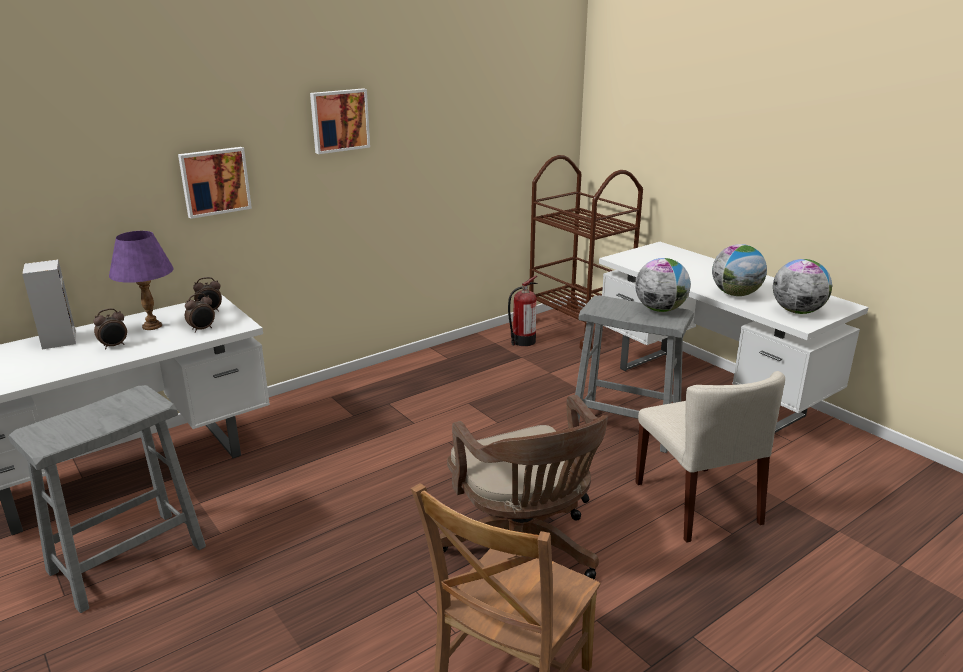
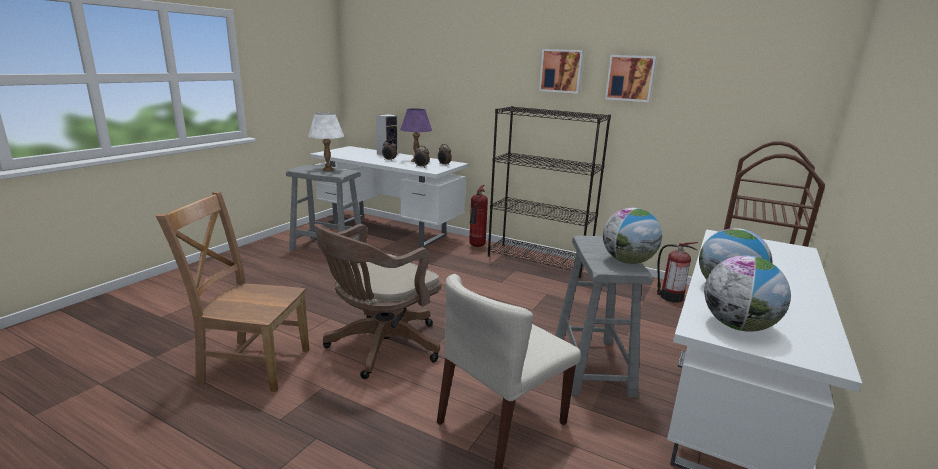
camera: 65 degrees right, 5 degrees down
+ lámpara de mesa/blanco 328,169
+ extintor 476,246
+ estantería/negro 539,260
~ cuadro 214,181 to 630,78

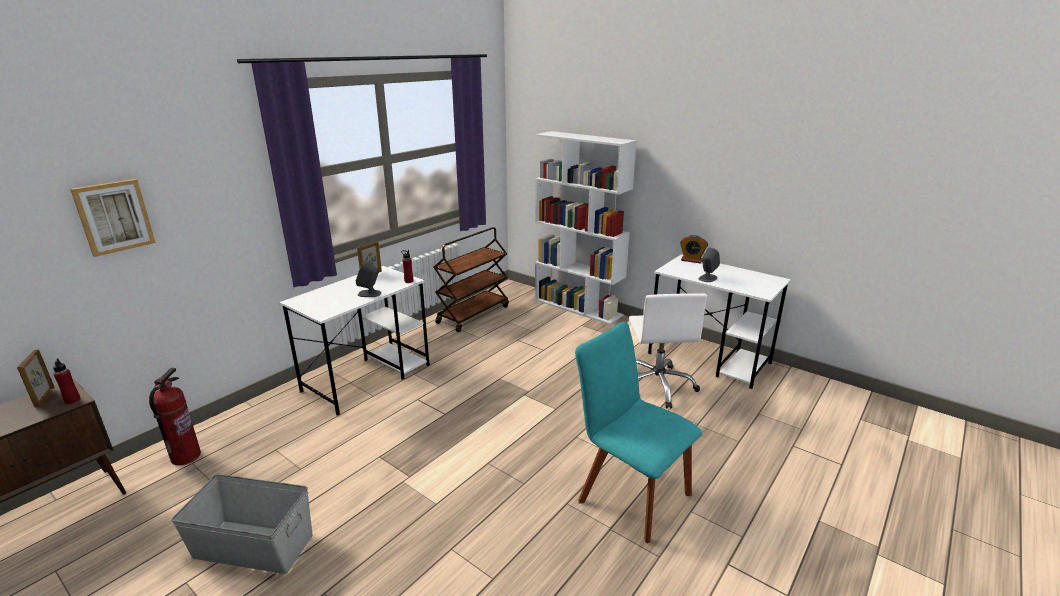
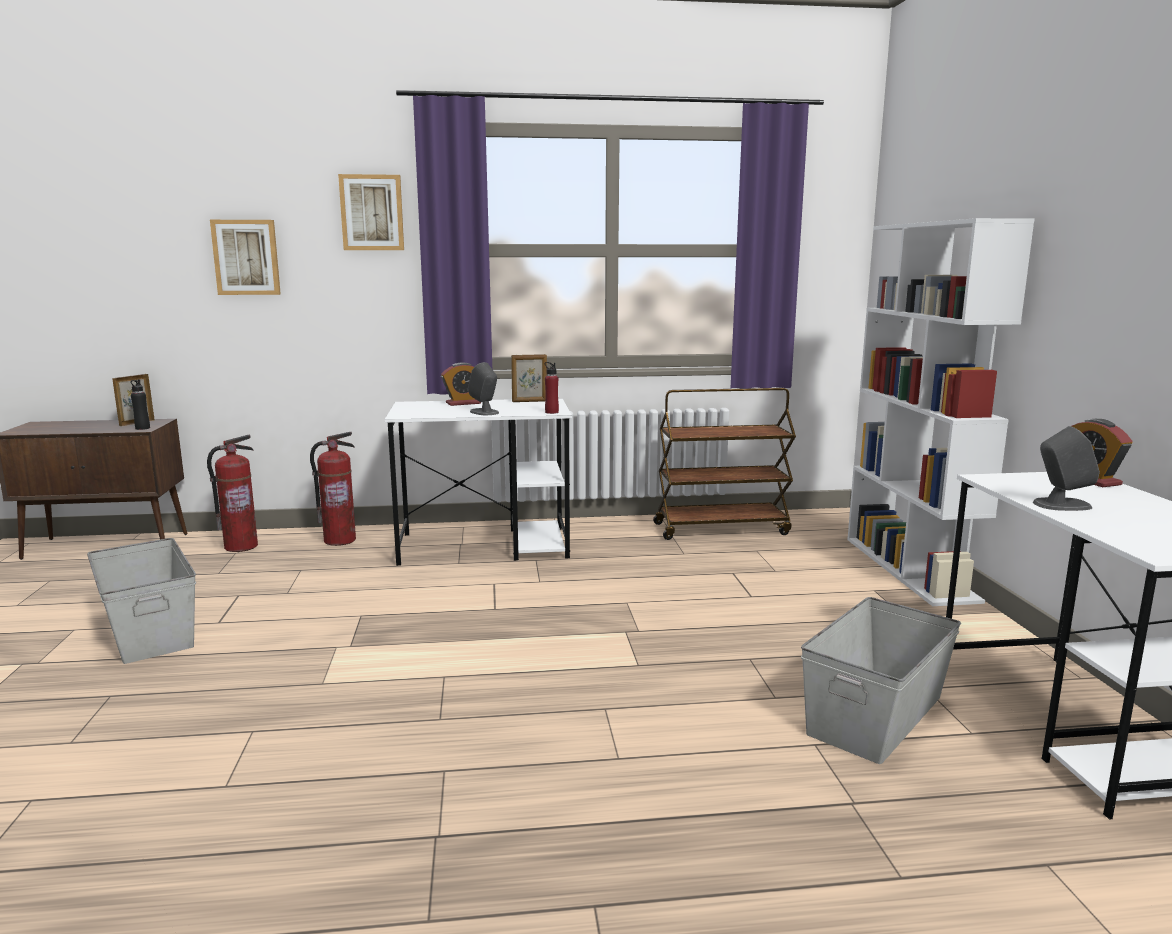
camera: 45 degrees right, 10 degrees down
~ botella/rojo 72,400 to botella/negro 142,428
+ extintor 340,540
+ cuadro 372,213
+ despertador 463,403
~ silla de oficina/blanco 657,385 to caja de almacenaje/gris 874,714
- silla/turquesa 630,494

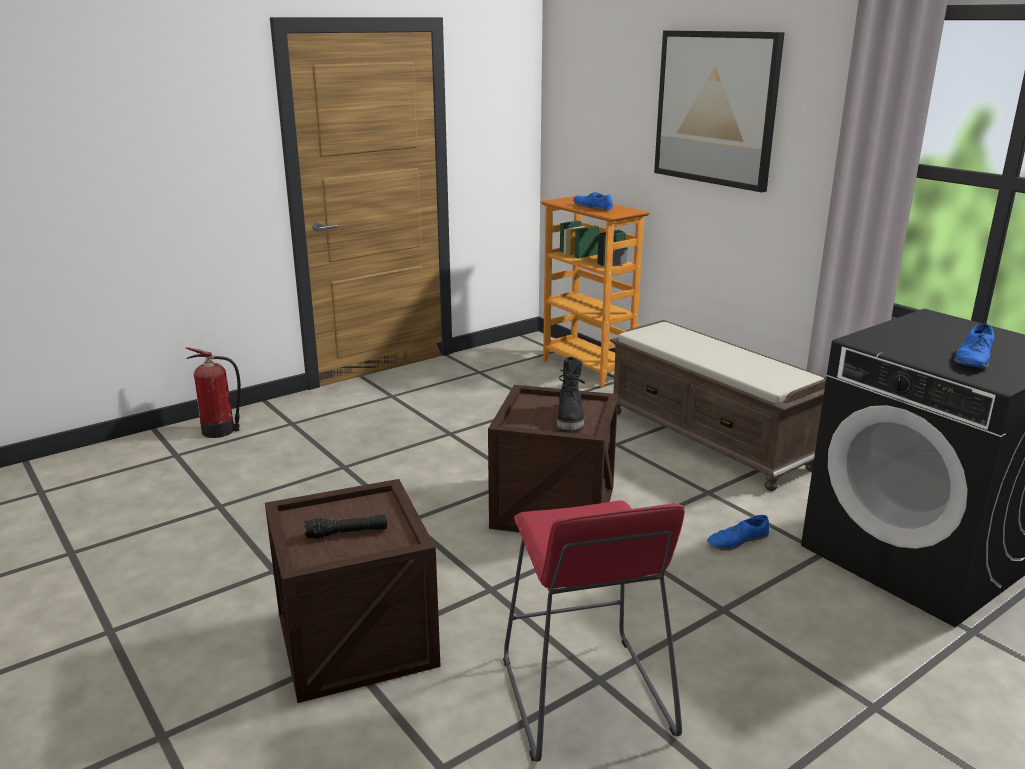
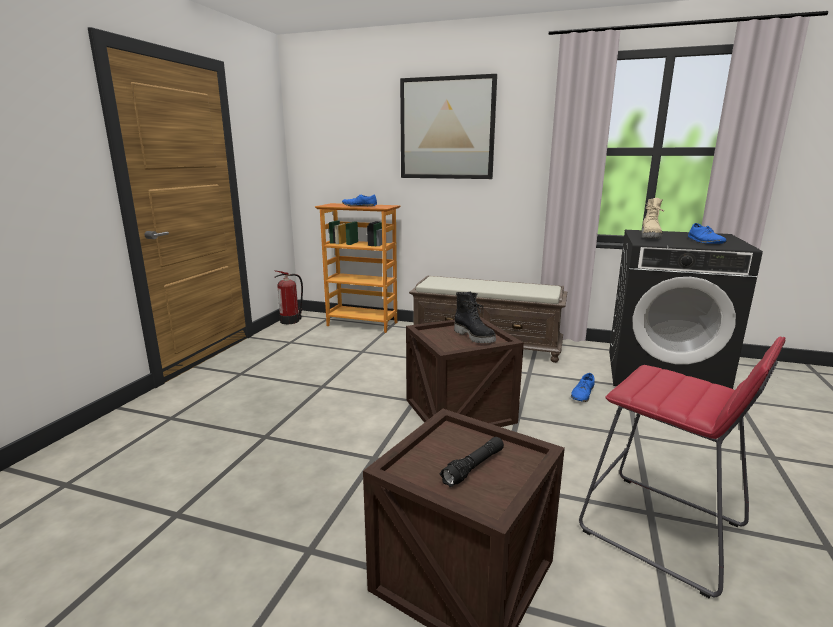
camera: 35 degrees left, 5 degrees down
~ extintor 220,431 to 291,321
+ bota/beis 651,237

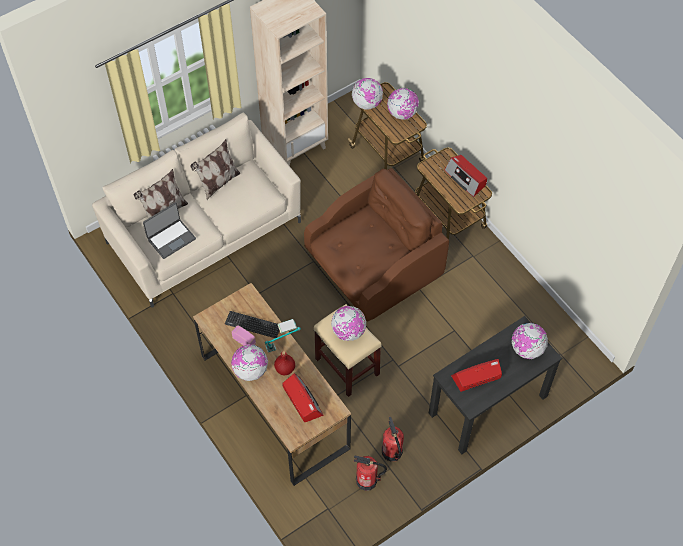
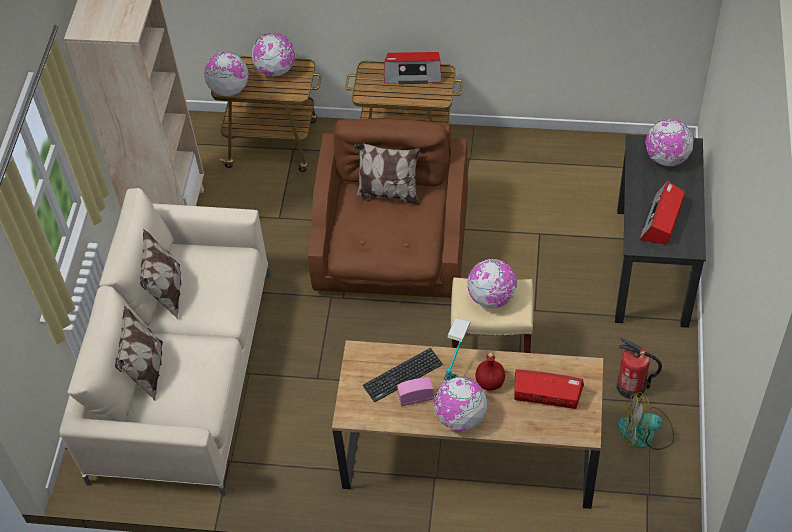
camera: 45 degrees left, 5 degrees down
+ cojín 388,193
~ extintor 367,480 to ventilador 645,433
- portátil 171,238

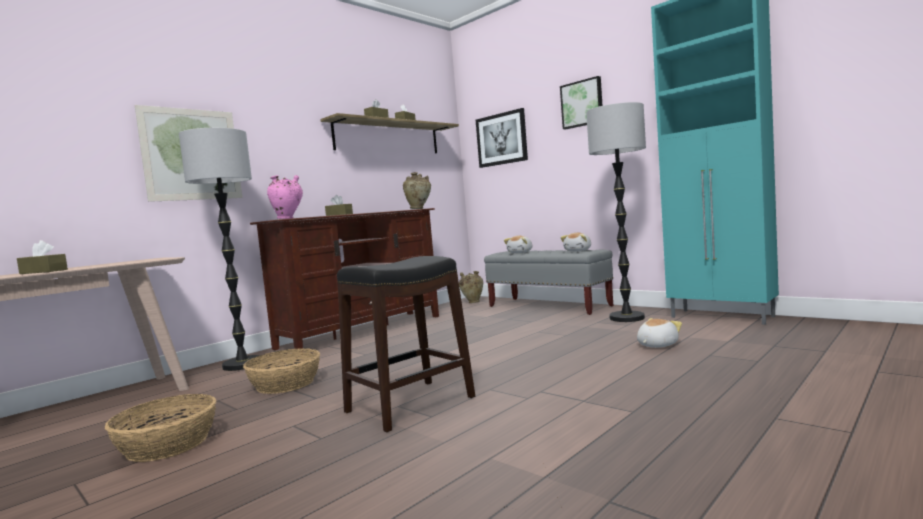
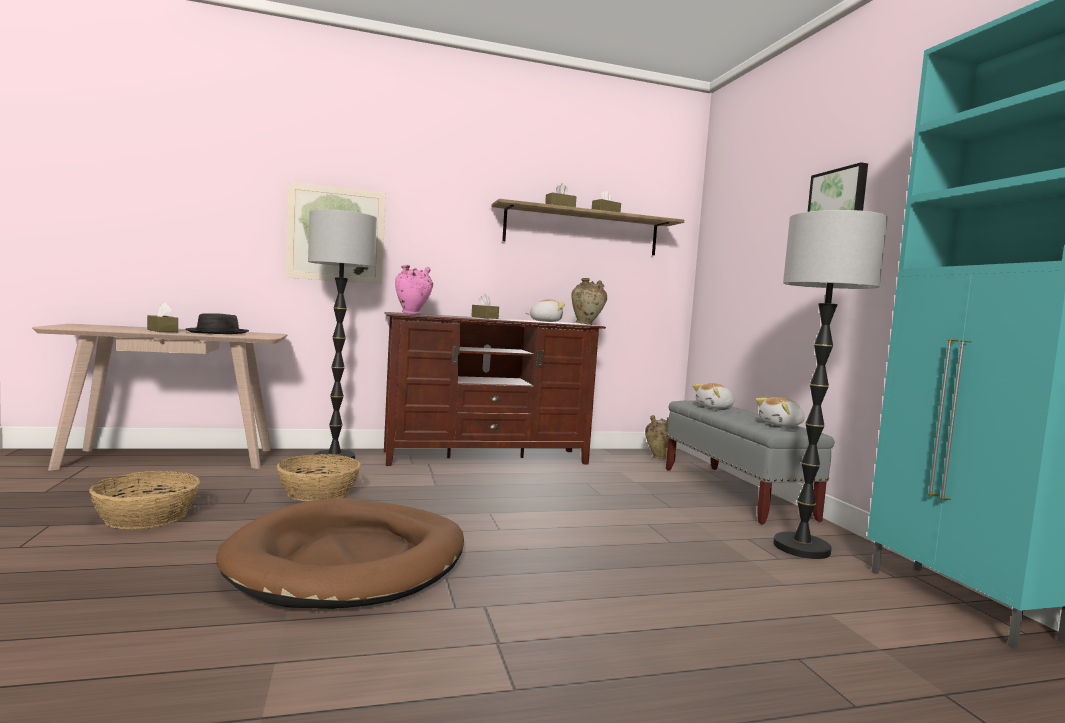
camera: 30 degrees right, 0 degrees up
+ sombrero/negro 217,332
~ taburete/negro 409,404 to cama para perro/marrón 350,560
~ peluche 656,345 to 545,321
- cuadro 501,139

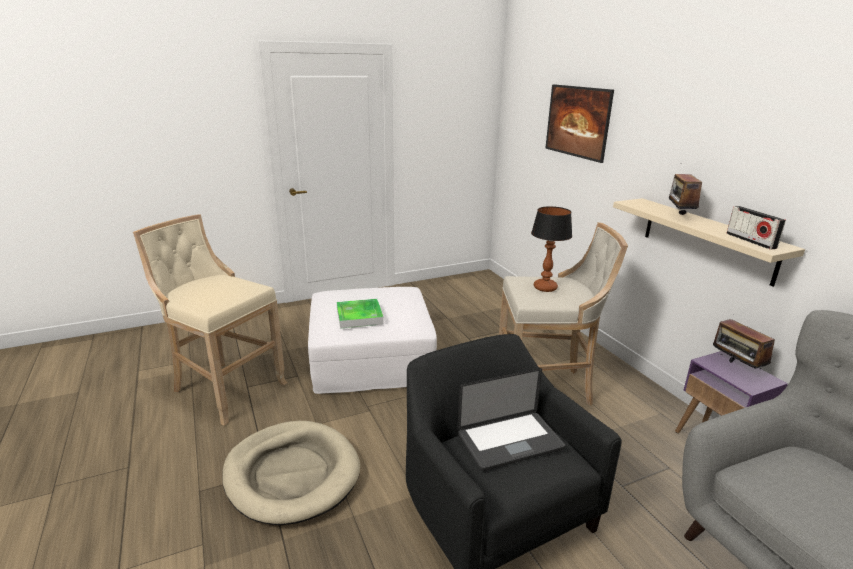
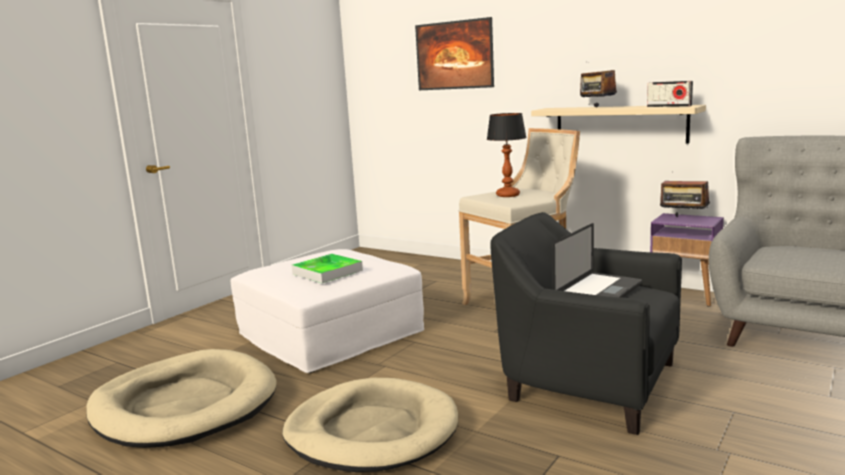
camera: 30 degrees left, 10 degrees down
~ taburete/beis 225,388 to cama para perro/beis 184,405

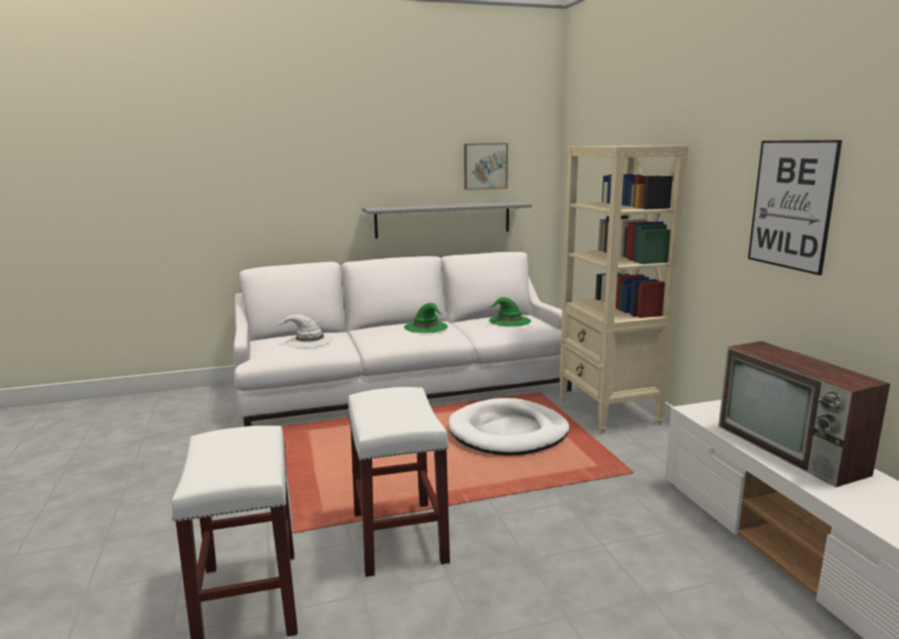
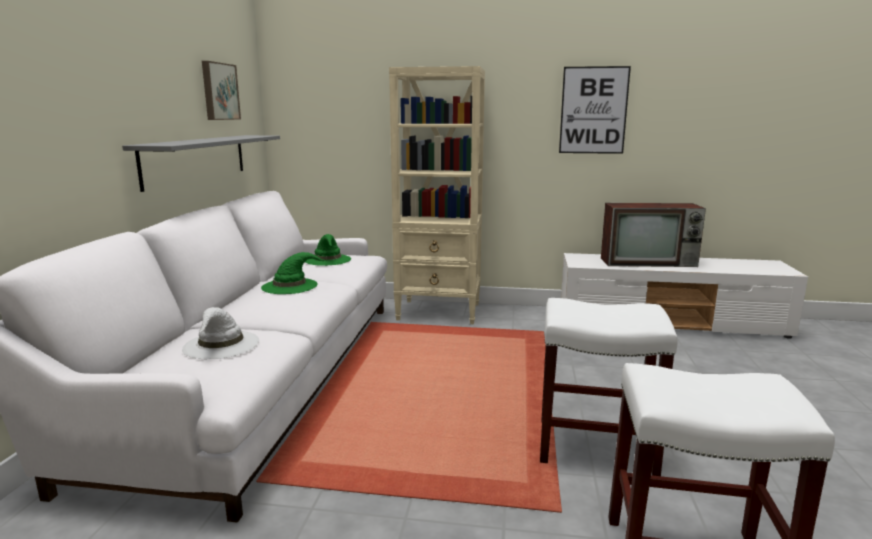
camera: 65 degrees left, 0 degrees up
- cama para perro/blanco 508,432

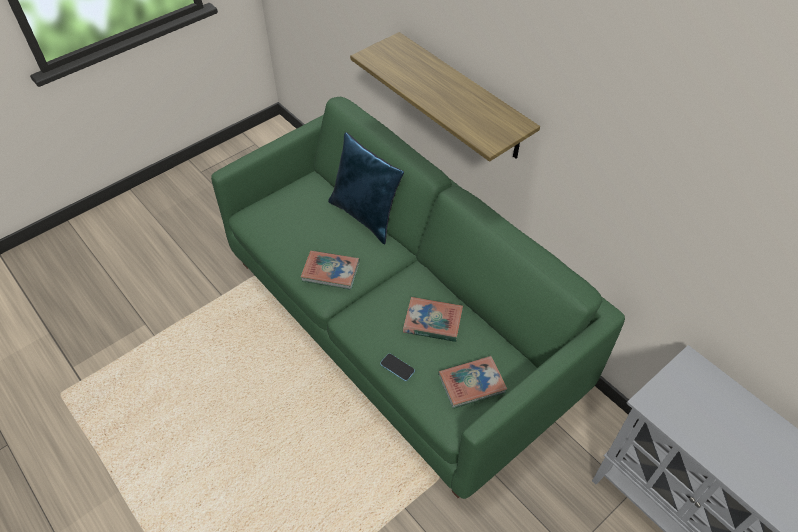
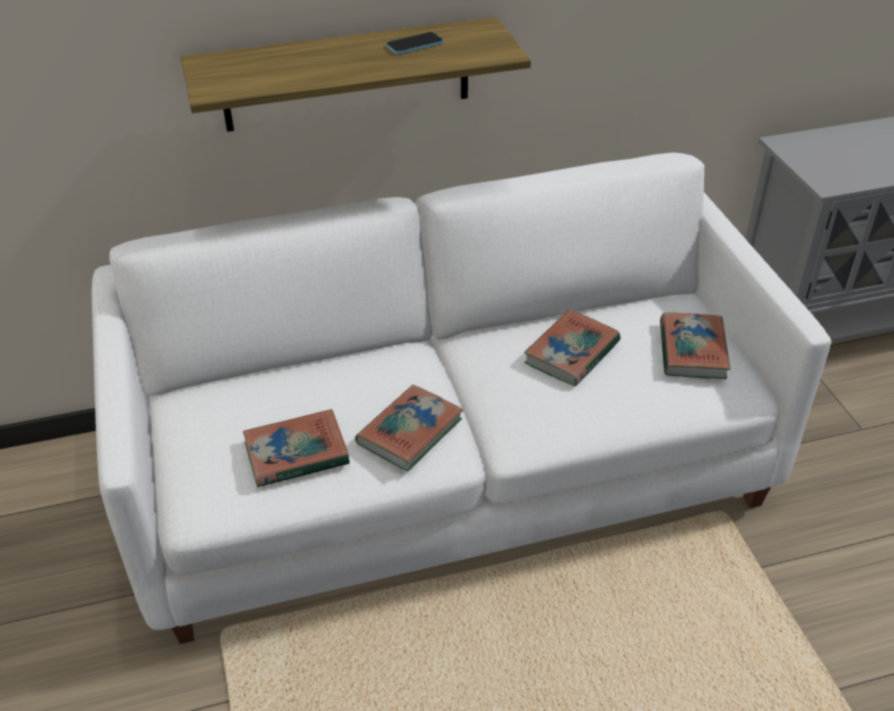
camera: 65 degrees left, 10 degrees down
~ sofá/verde 400,323 to sofá/blanco 449,468
+ libro 296,453
~ móvil 397,367 to 414,45
- cojín/azul 366,215

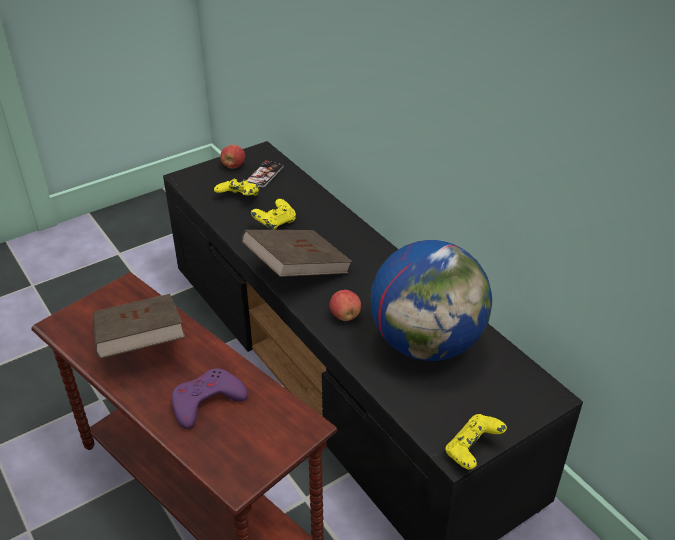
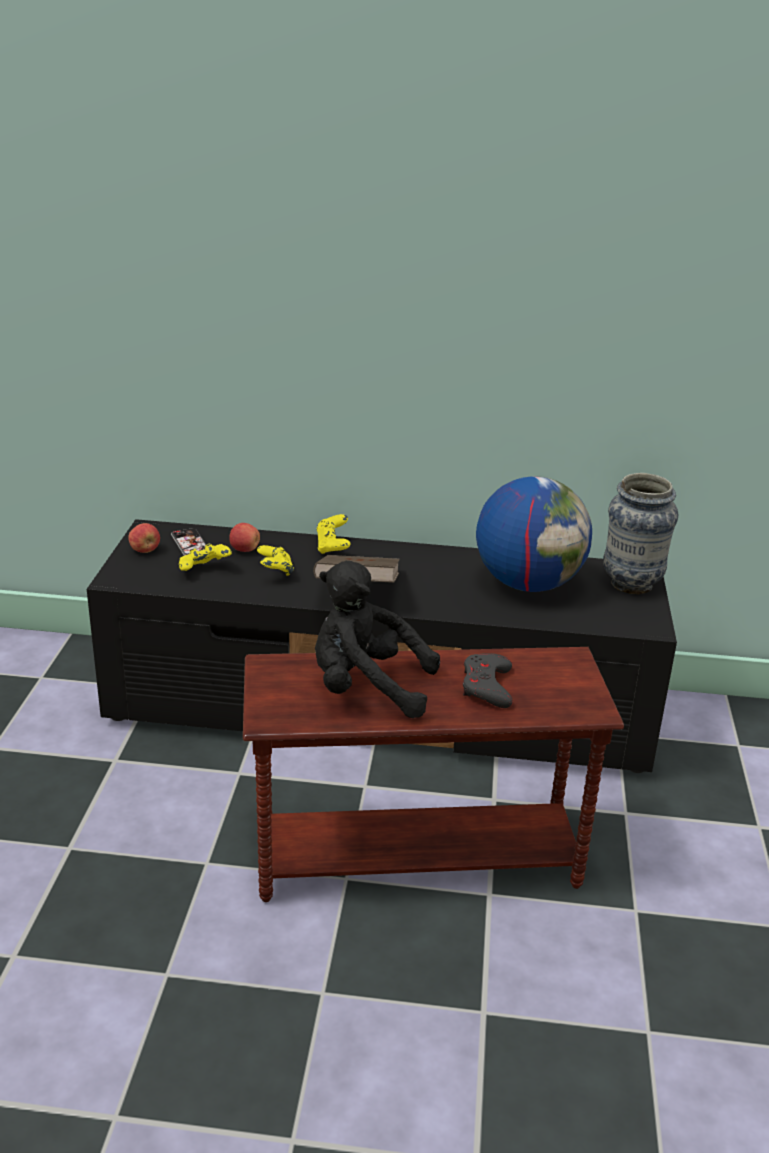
camera: 50 degrees left, 10 degrees down
~ manzana 345,316 to 244,550
~ libro/marrón 140,344 to peluche/negro 366,688
~ mando de consola/amarillo 472,451 to 333,547
~ mando de consola/morado 206,401 to mando de consola/gris 487,686
+ florero 631,584

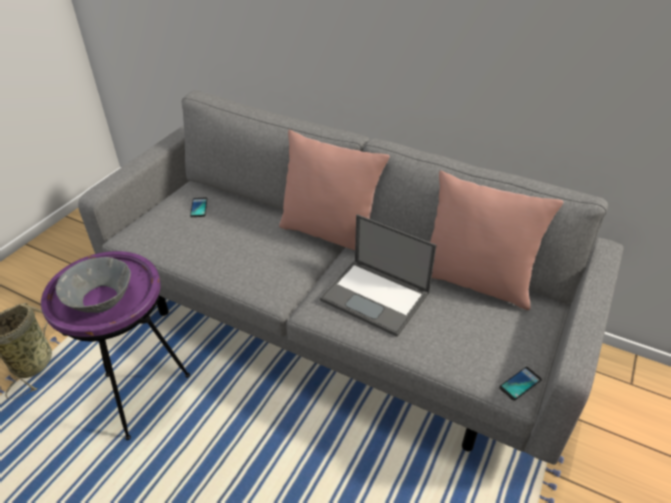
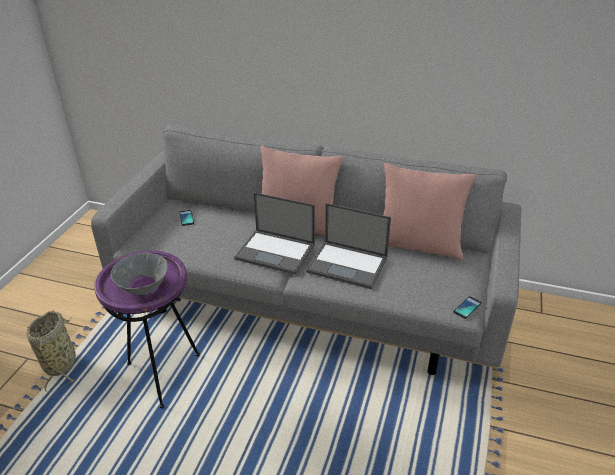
camera: 10 degrees left, 5 degrees down
+ portátil 276,252

